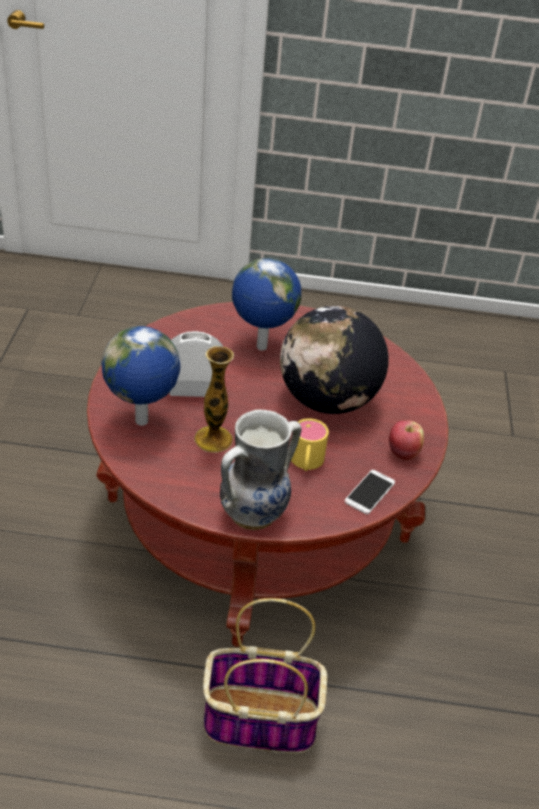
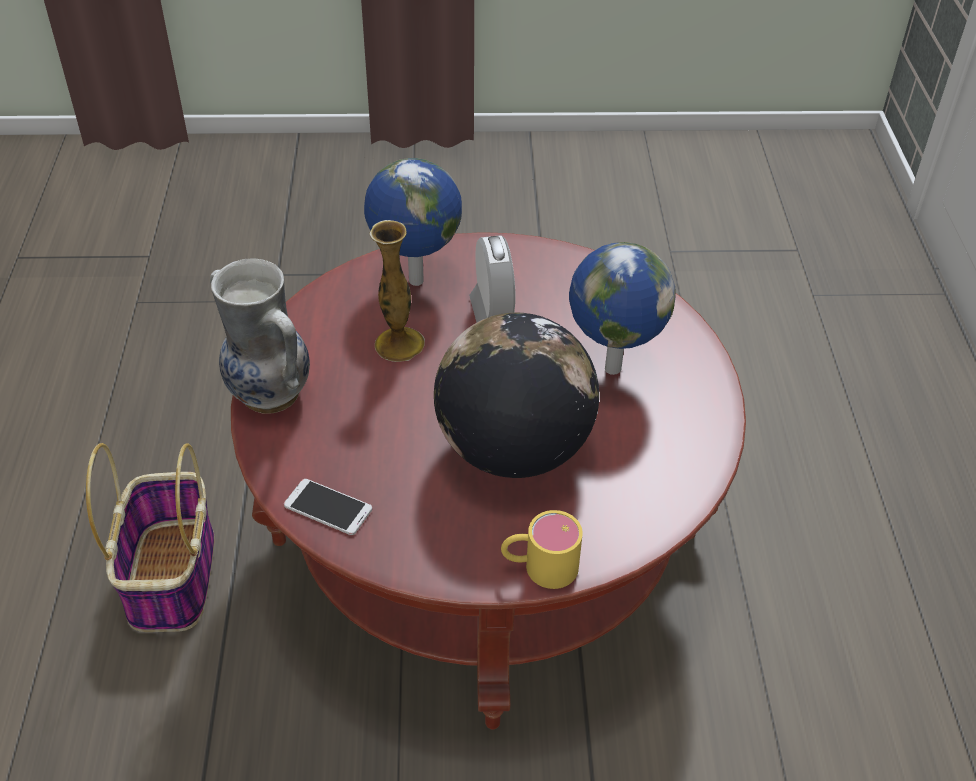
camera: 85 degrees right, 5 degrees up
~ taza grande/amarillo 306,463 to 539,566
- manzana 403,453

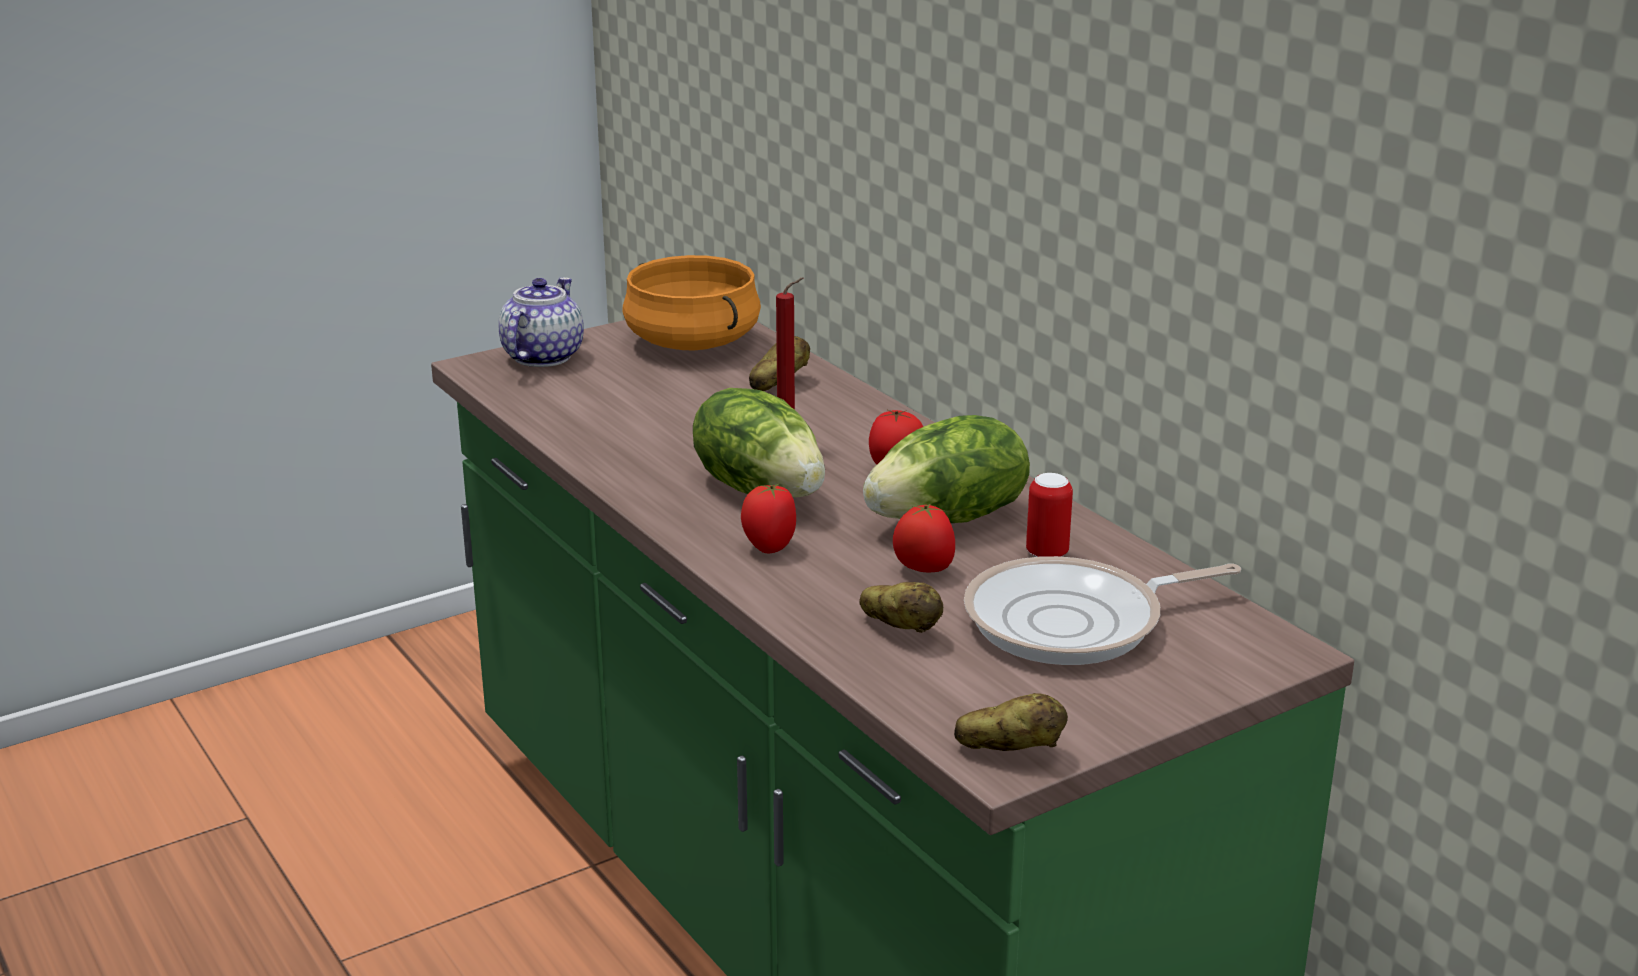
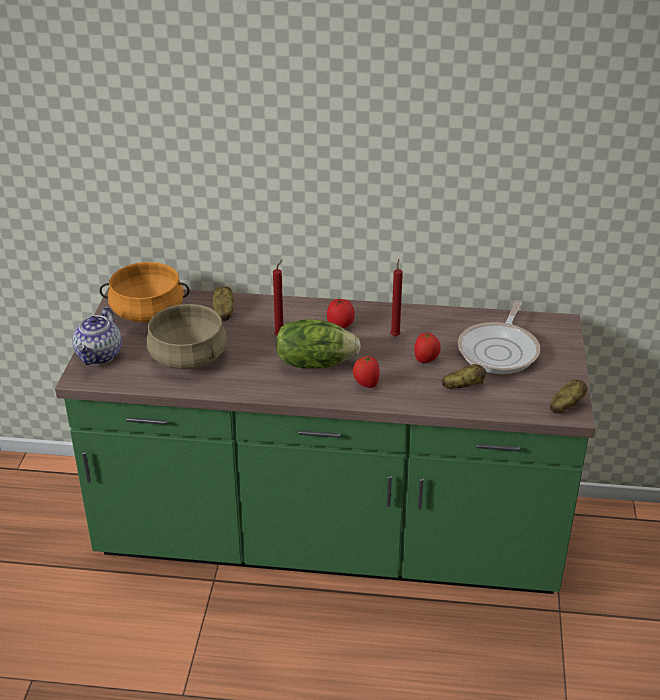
camera: 50 degrees left, 10 degrees up
~ tetera 542,356 = 100,355 135 degrees counterclockwise
+ olla/beis 189,357
~ lechuga 949,519 to vela/rojo 395,335
- lata 1047,553

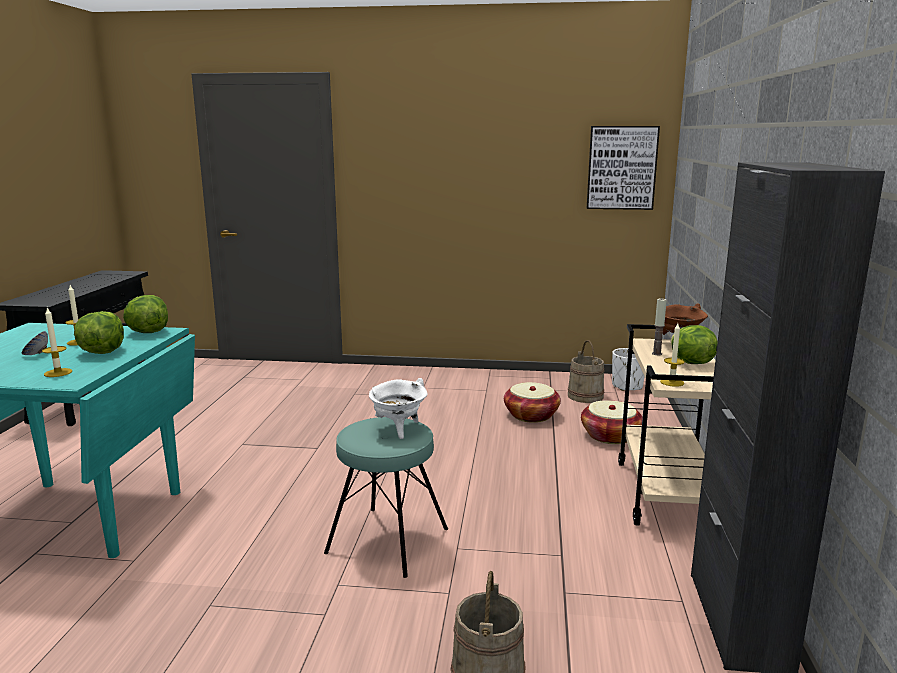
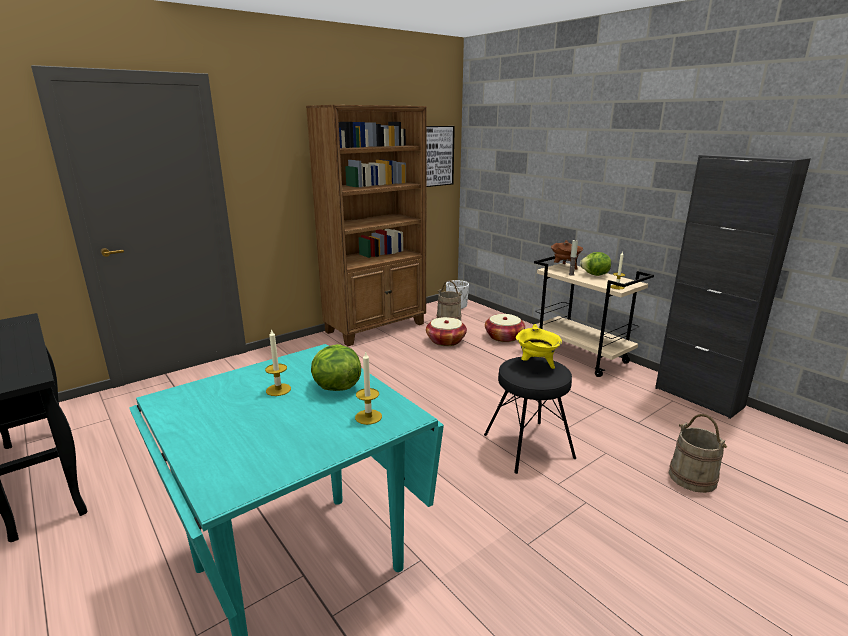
camera: 45 degrees left, 5 degrees up
+ estantería/marrón 376,328
~ taburete/turquesa 387,541 to taburete/negro 528,446
~ olla/blanco 398,429 to olla/amarillo 536,364
- cuenco 37,354
- lechuga 148,332

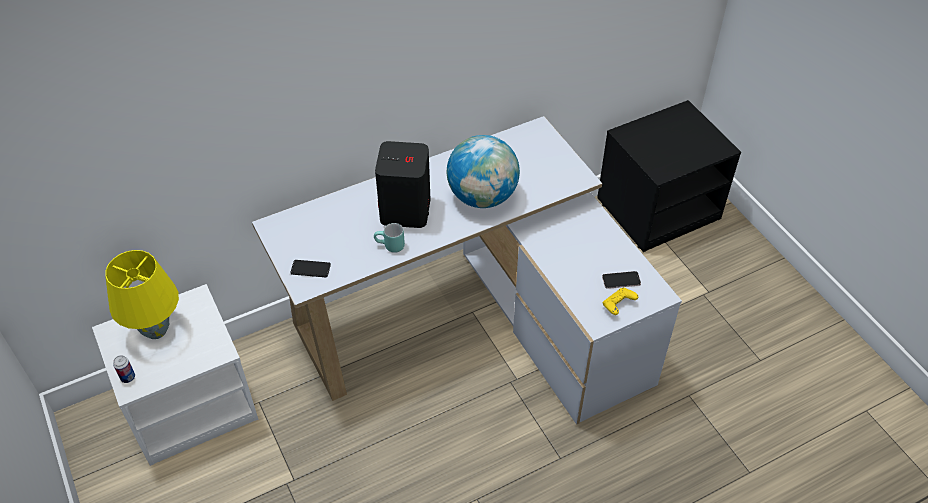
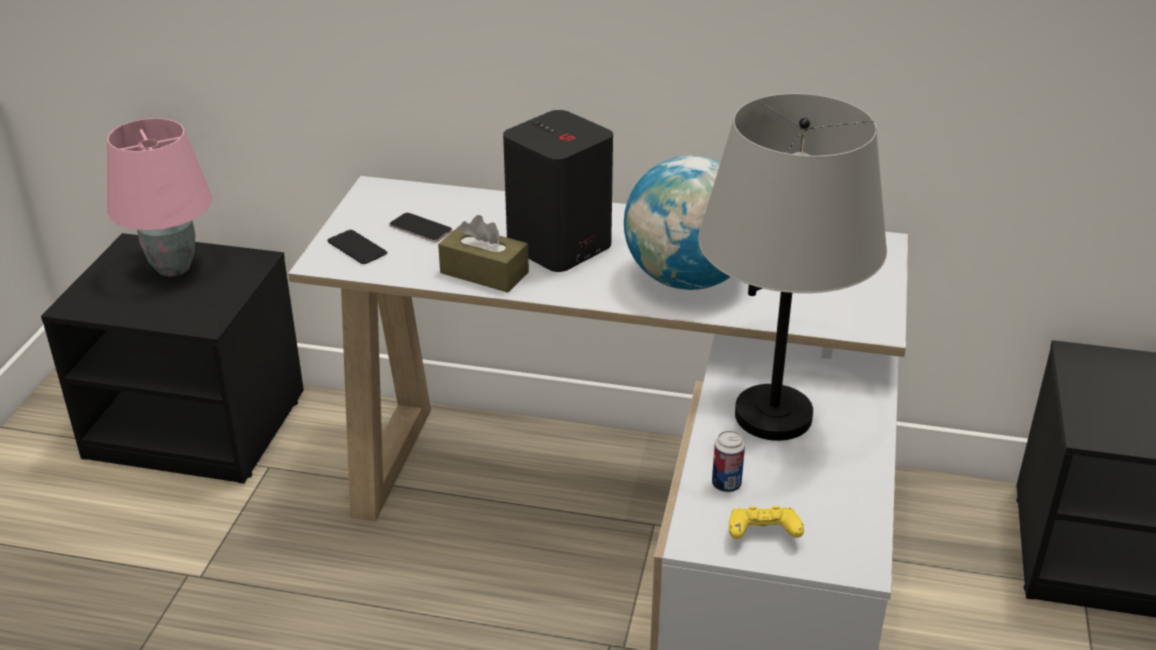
camera: 40 degrees right, 15 degrees down
~ mesita de noche/blanco 191,403 to mesita de noche/negro 199,424
~ lámpara de mesa/amarillo 155,331 to lámpara de mesa/rosa 172,268
~ móvil 621,280 to 420,228
~ taza grande/turquesa 390,247 to caja de pañuelos/marrón 484,273
+ lámpara de mesa/gris 773,415
~ lata 128,377 to 726,484

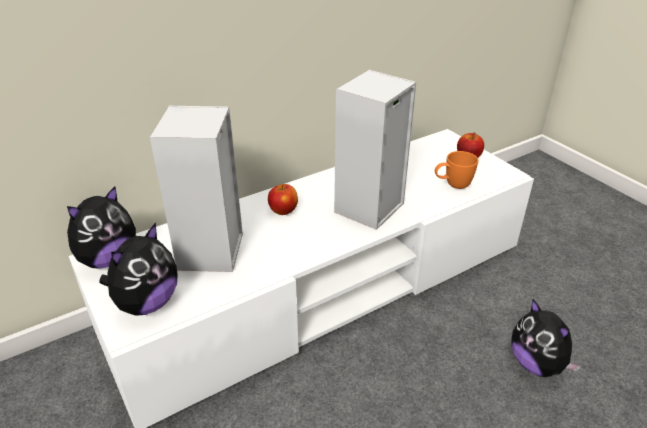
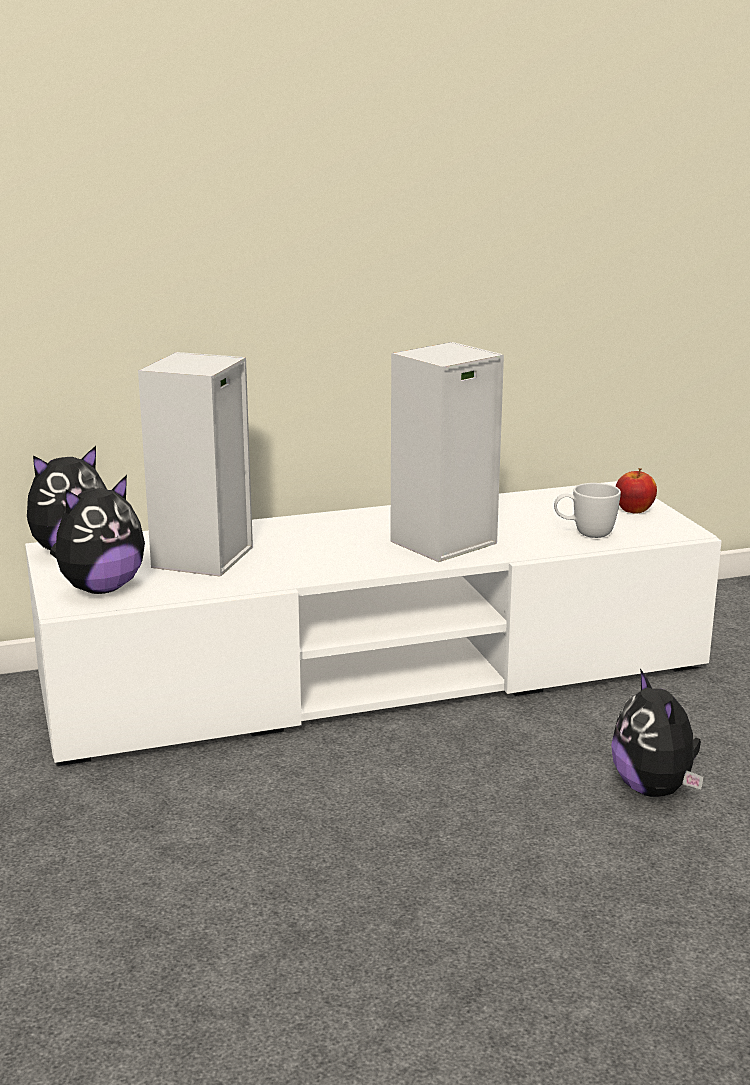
camera: 15 degrees right, 15 degrees down
~ taza grande/naranja 452,185 to taza grande/blanco 585,534
- manzana 283,211

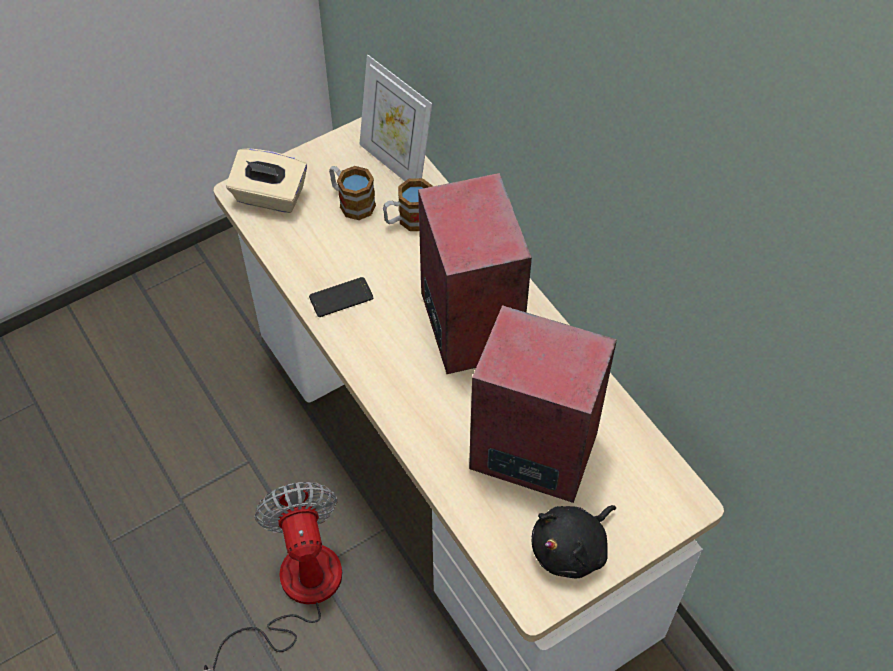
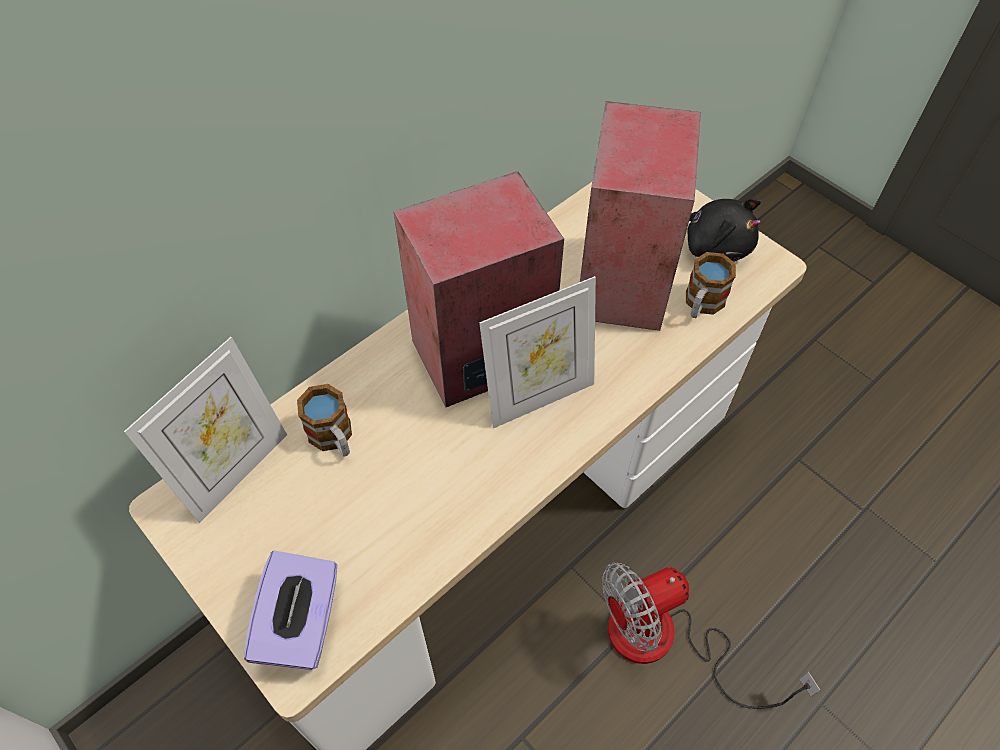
camera: 100 degrees left, 0 degrees up
~ caja de pañuelos/beis 269,196 to caja de pañuelos/morado 302,624
+ portarretratos 538,396
~ taza grande 351,202 to 701,305
- móvil 341,298

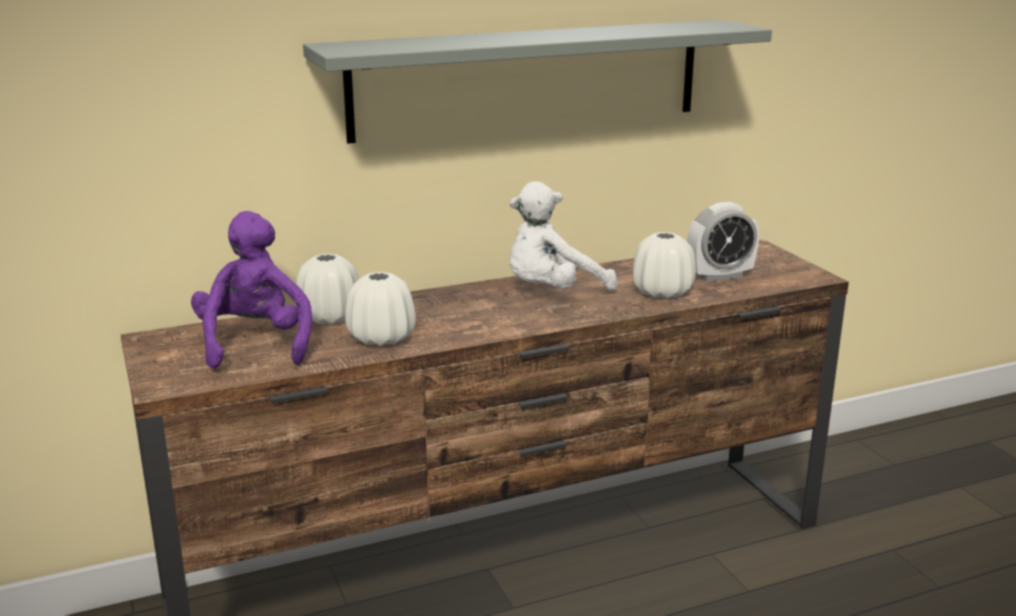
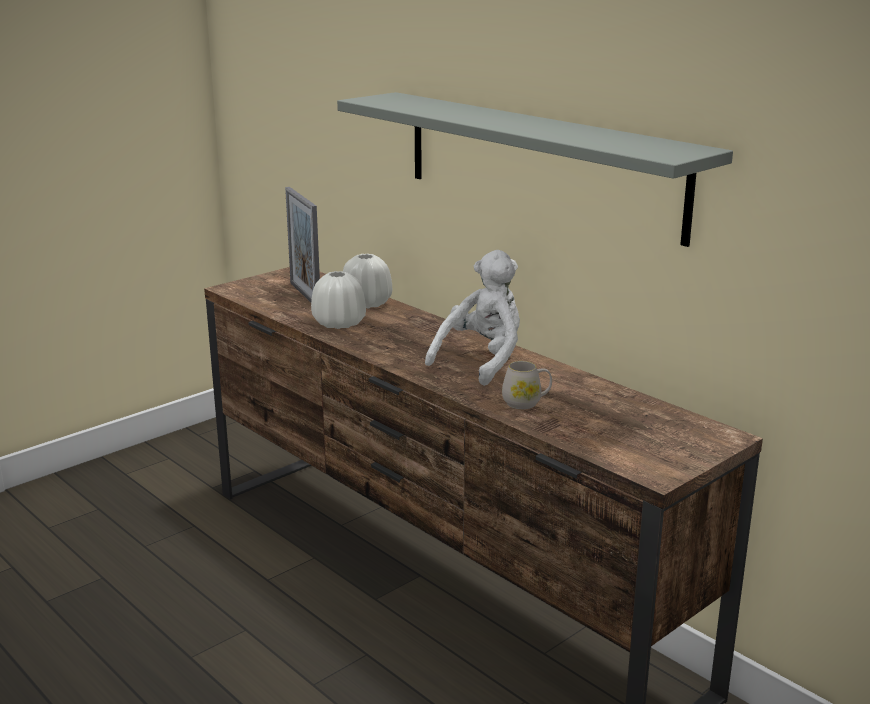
camera: 70 degrees right, 0 degrees up
~ peluche/morado 255,344 to portarretratos 305,295
~ peluche/blanco 552,292 = 482,361 90 degrees clockwise
~ florero/blanco 662,292 to taza grande/blanco 526,403
- despertador 719,276

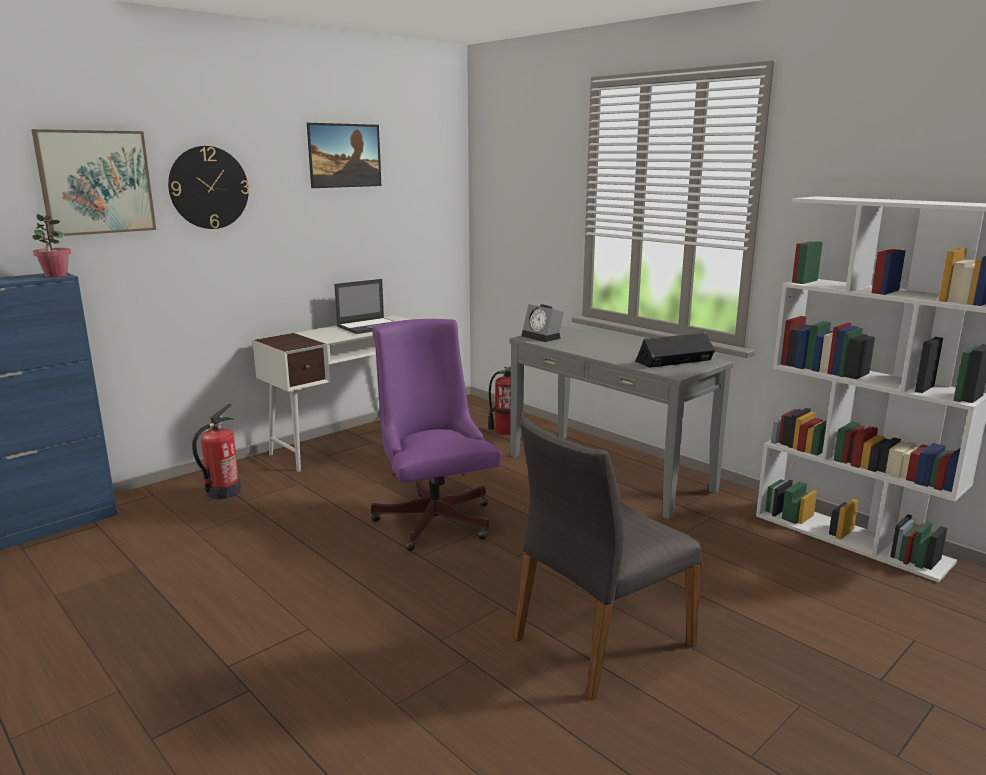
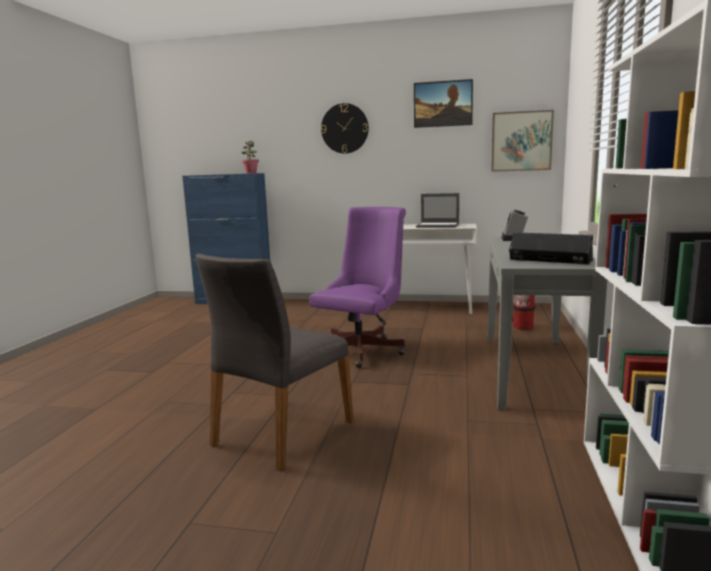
camera: 55 degrees right, 5 degrees down
~ silla/gris 600,641 = 281,433 75 degrees counterclockwise
~ cuadro 96,182 to 521,141
- extintor 223,492

